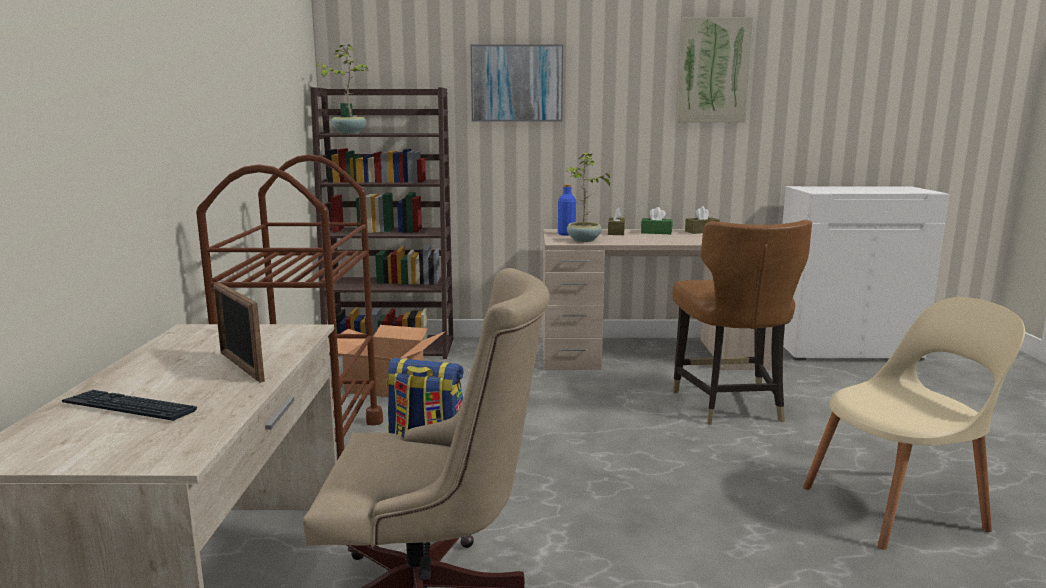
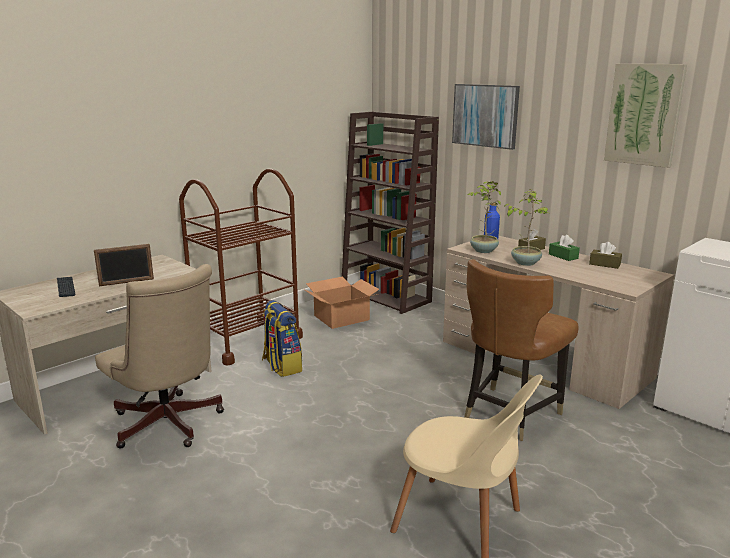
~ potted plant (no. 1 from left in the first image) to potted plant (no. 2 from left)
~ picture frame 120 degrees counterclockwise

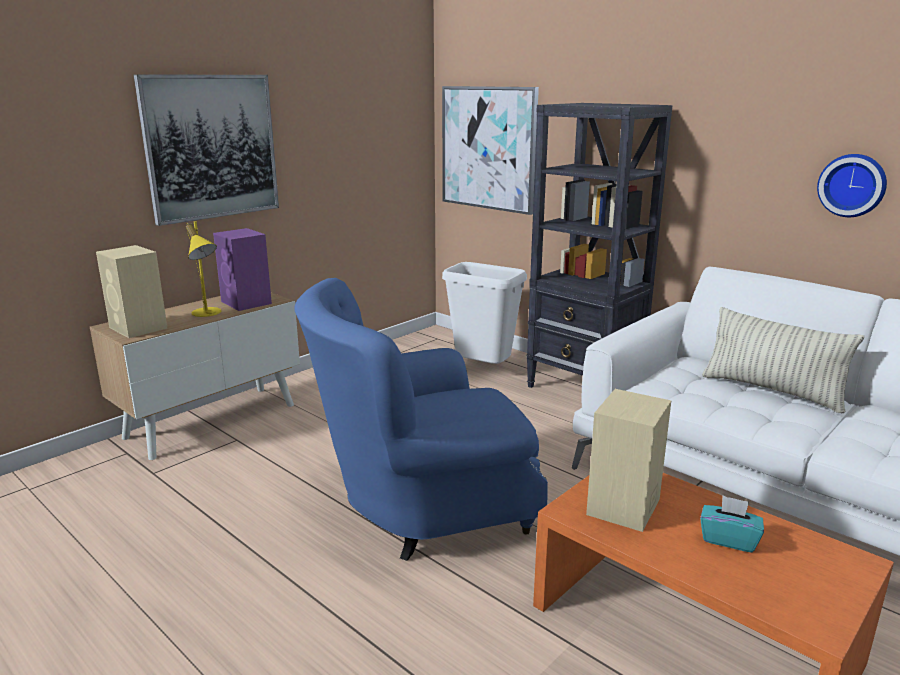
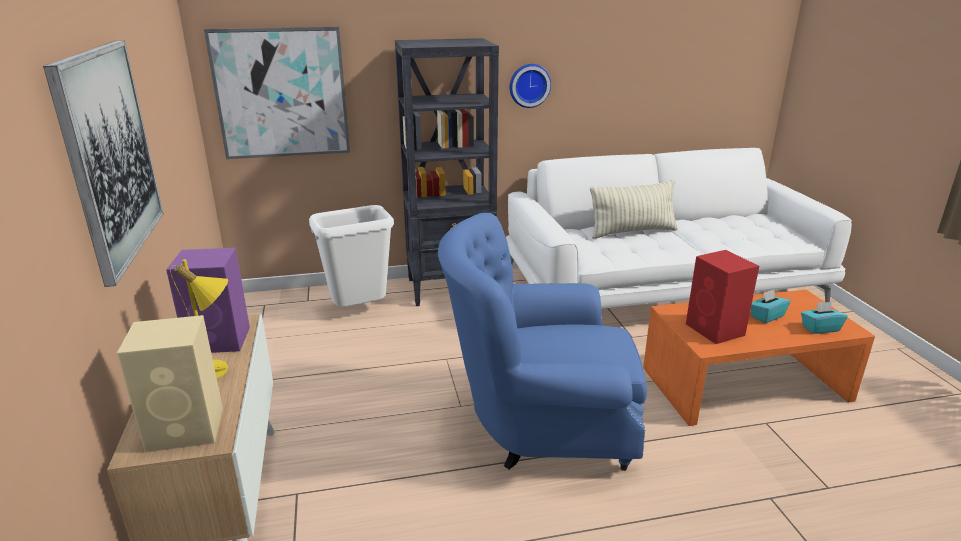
+ blue-green tissue box (no. 2 from left)
~ clock on the wall
~ sand-coloured audio speaker (no. 2 from left) to red audio speaker
~ blue-coloured lounge chair 75 degrees clockwise

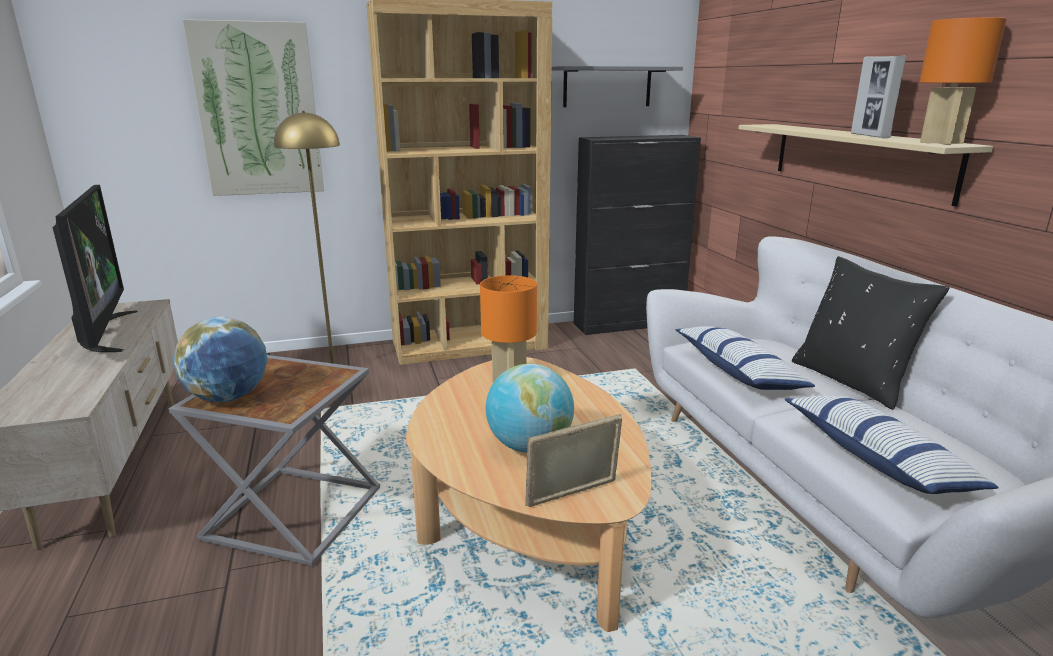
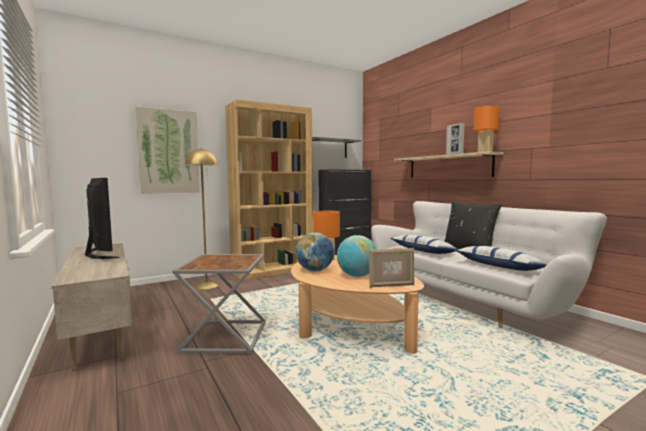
~ world globe (no. 1 from left)
~ picture frame (no. 1 from left) 150 degrees counterclockwise

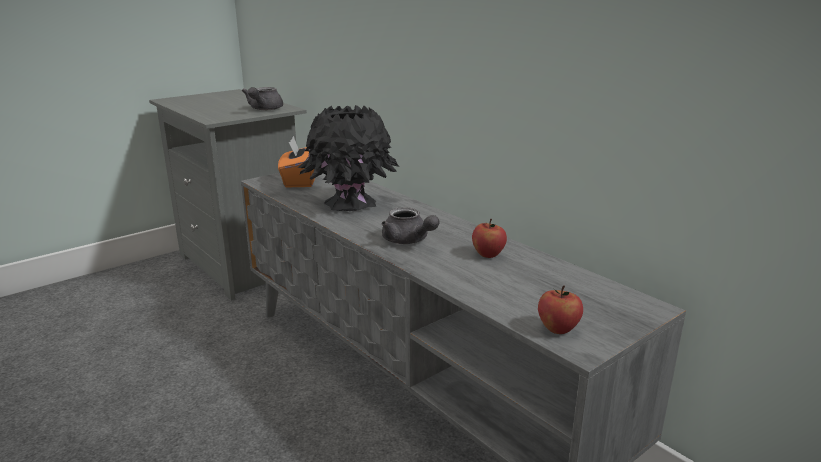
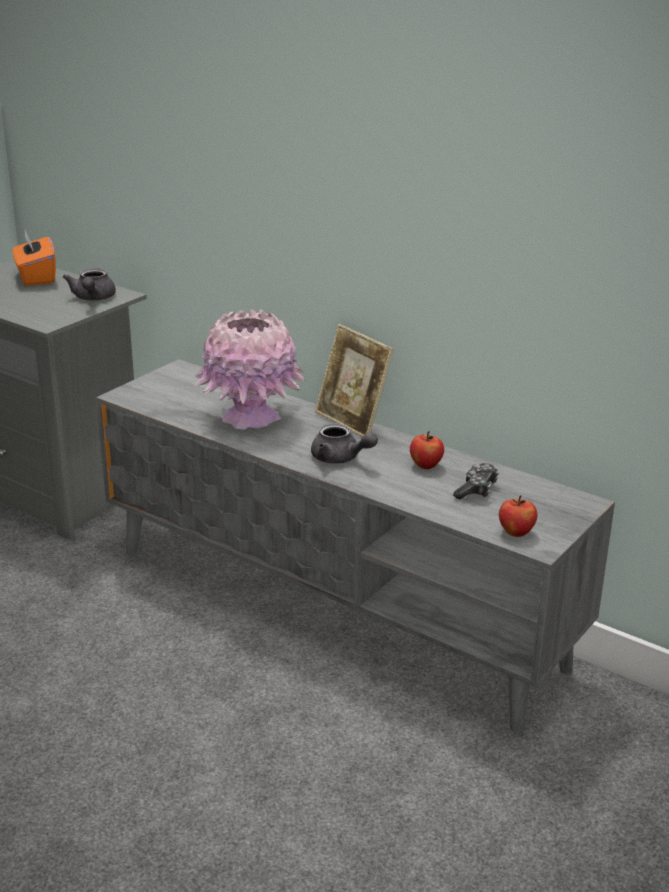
+ picture frame
+ game controller
~ orange-coloured tissue box
~ blackish decorative vase to pinkish decorative vase

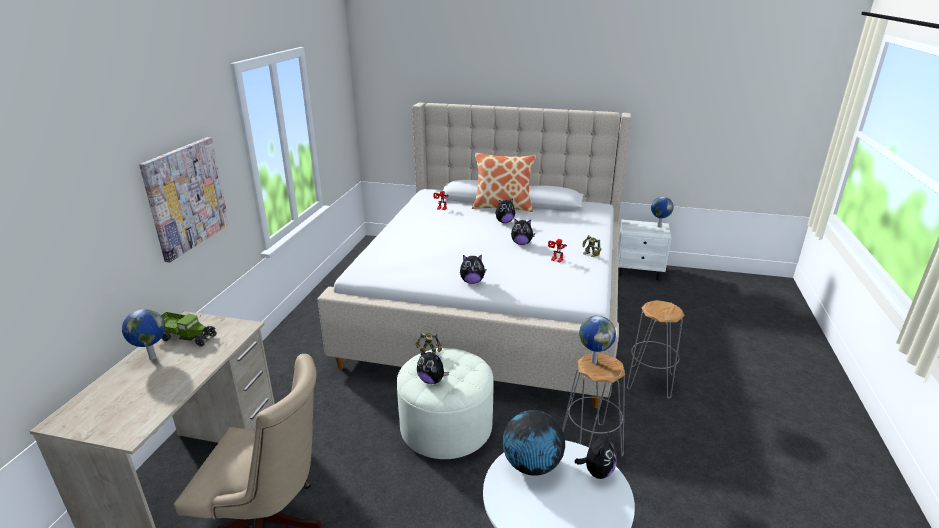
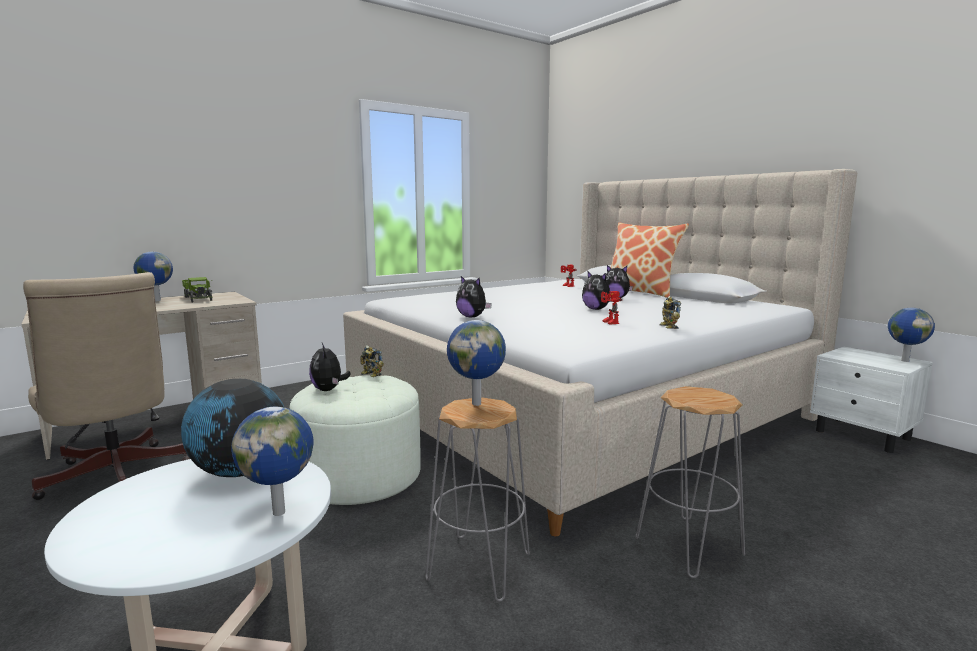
- wall picture
~ cuddly toy (no. 5 from left) to world globe (no. 3 from left)

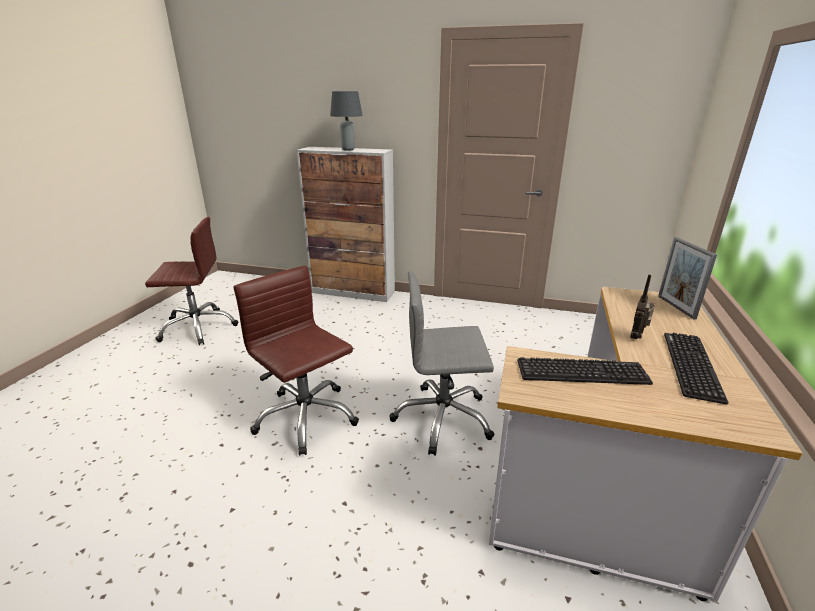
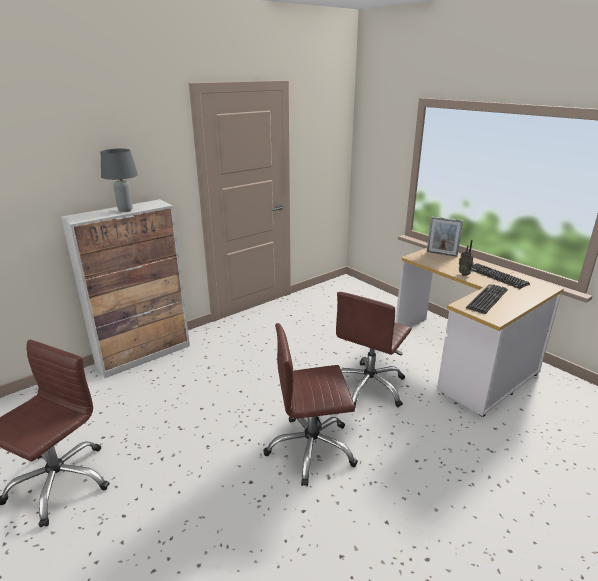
~ gray office chair to brown office chair (no. 3 from left)

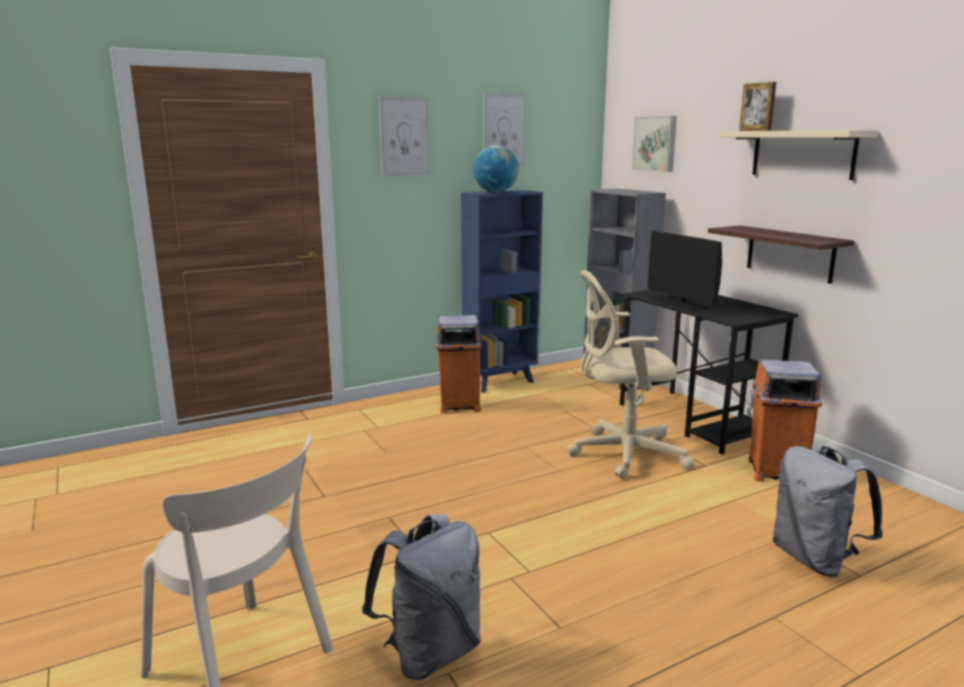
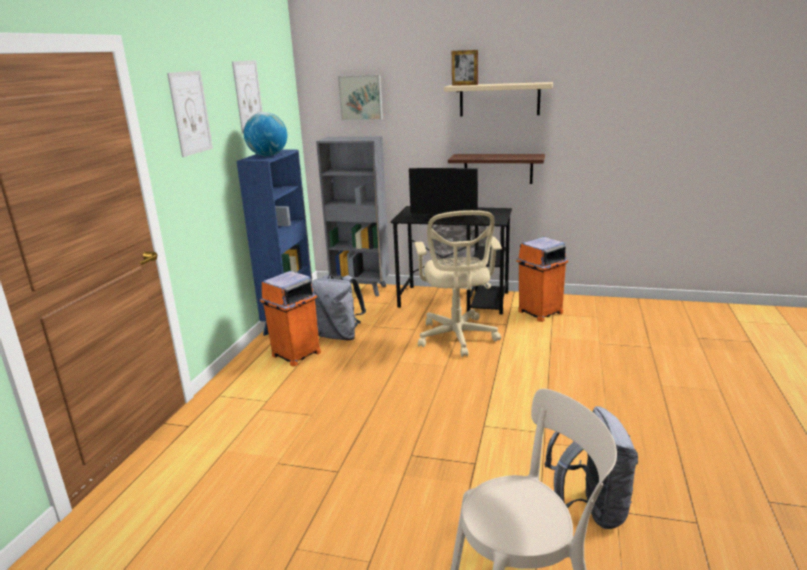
~ gray backpack (no. 2 from left in the first image) to gray backpack (no. 1 from left)
~ sand-coloured office chair 45 degrees counterclockwise

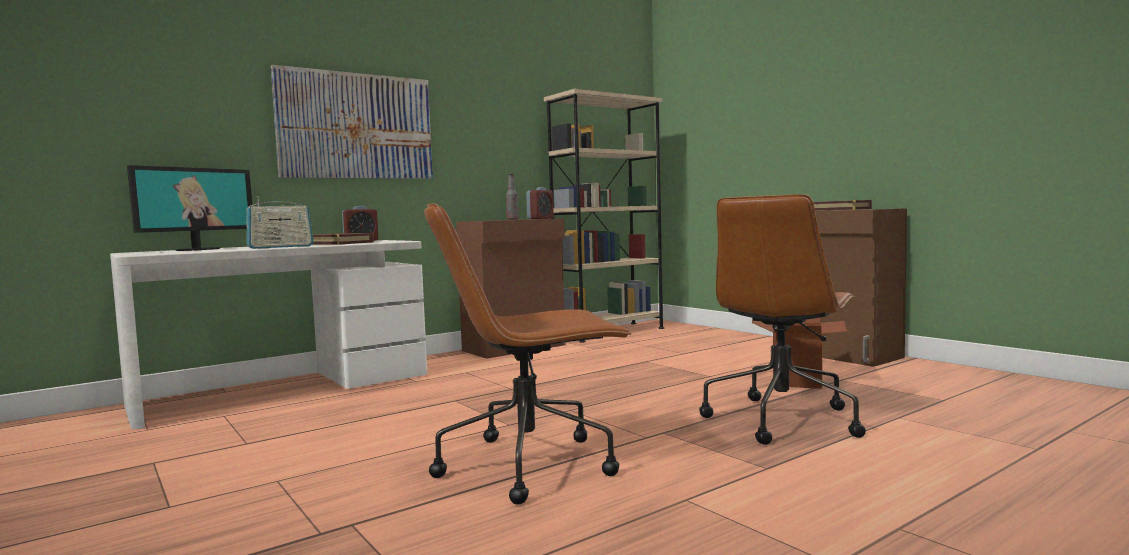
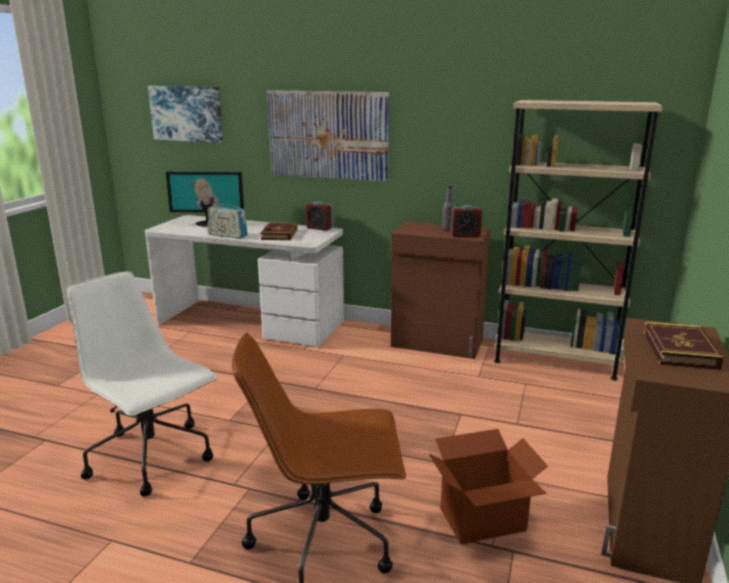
+ wall picture (no. 1 from left)
~ brown office chair (no. 1 from left) to white office chair

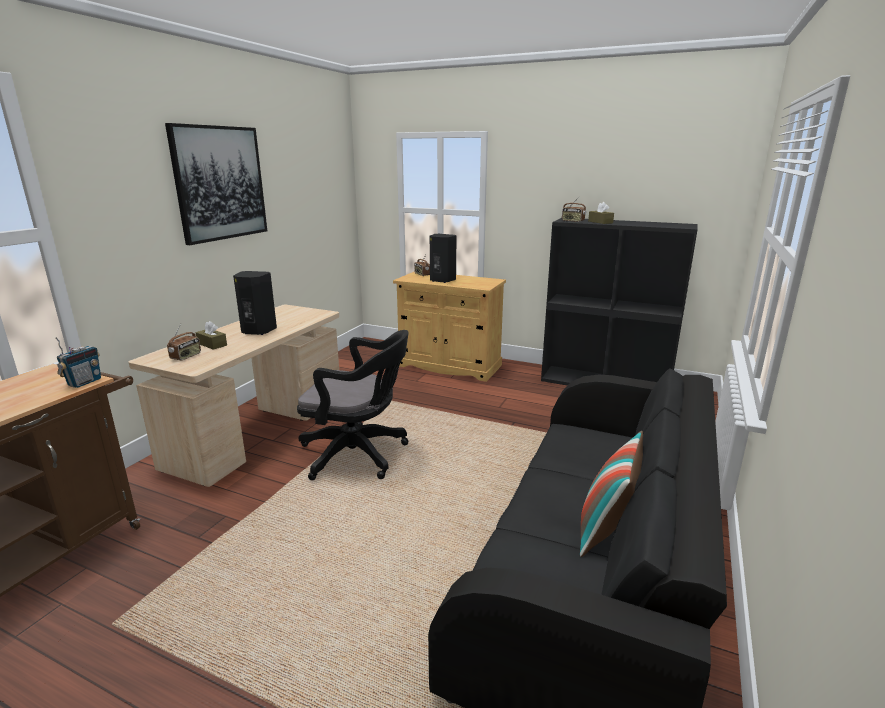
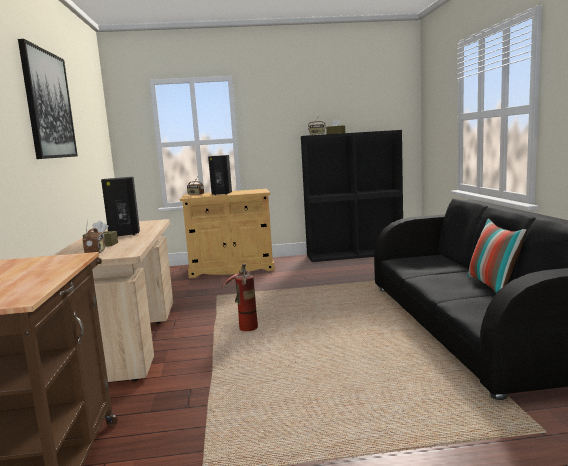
- radio receiver (no. 1 from left)
~ blackish office chair to fire extinguisher

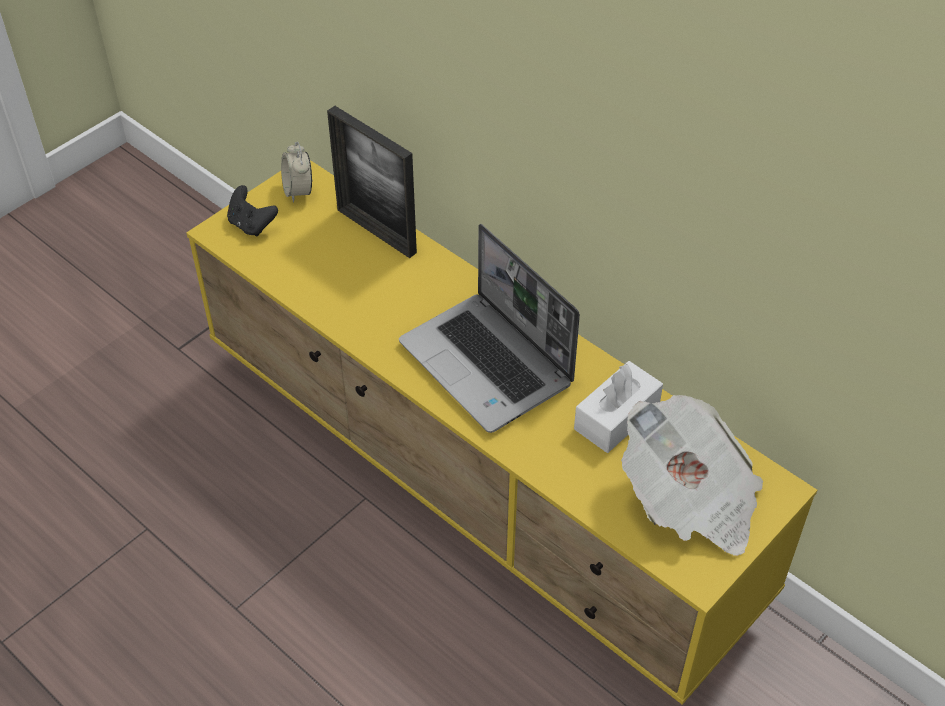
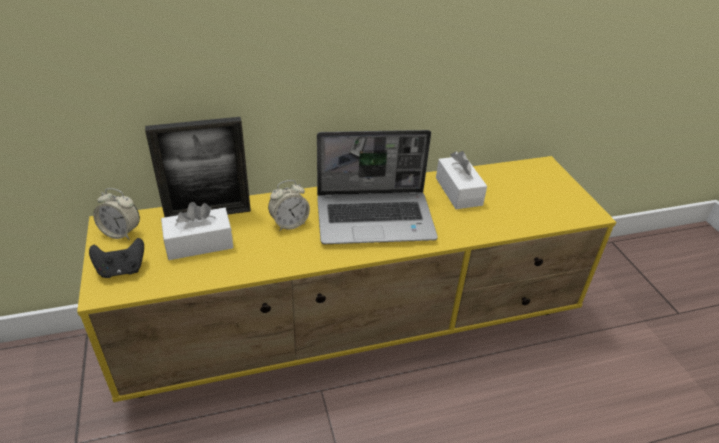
- printed paper
+ white tissue box (no. 1 from left)
+ table clock (no. 2 from left)

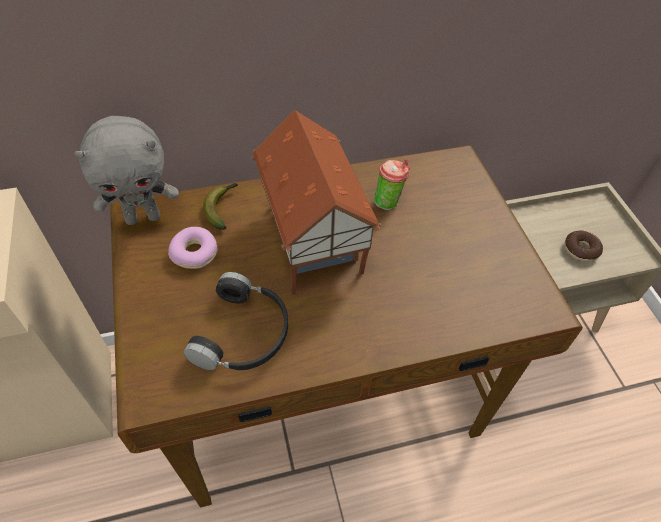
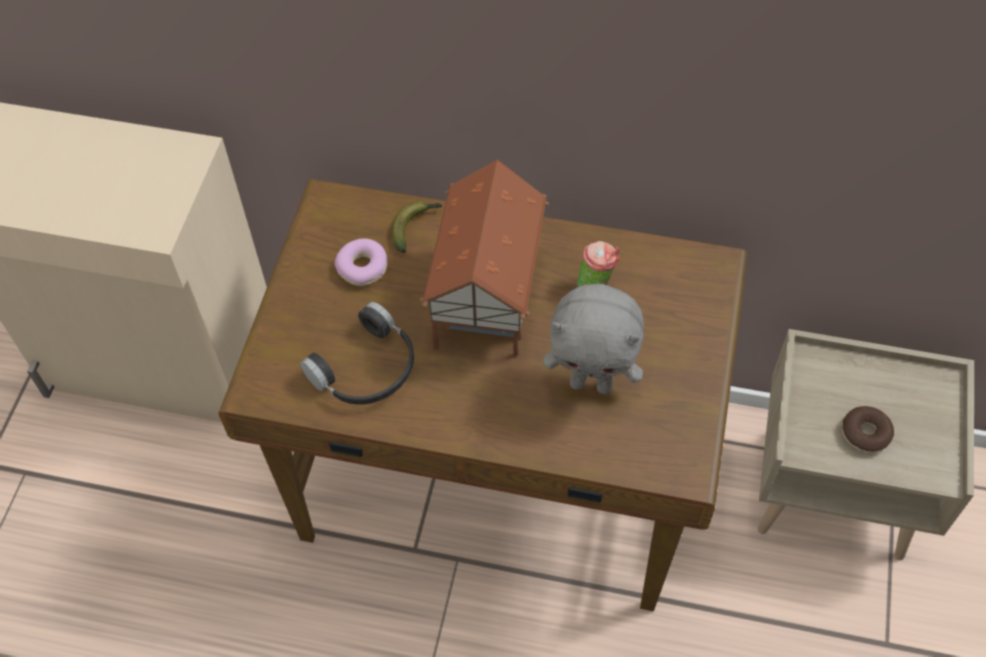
~ gray cuddly toy

